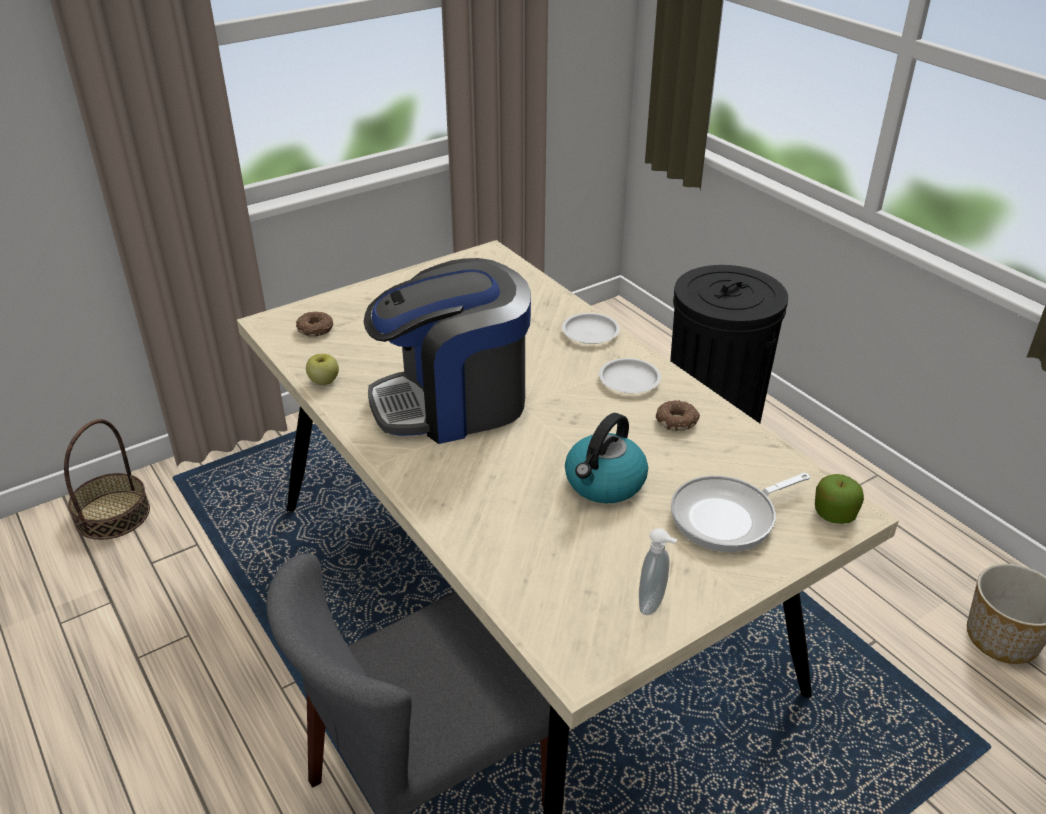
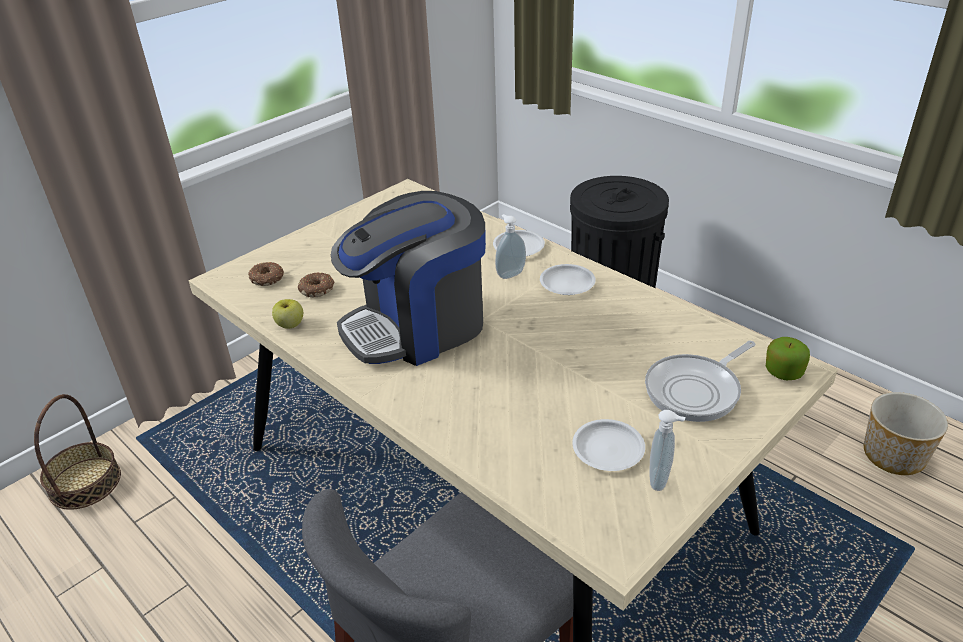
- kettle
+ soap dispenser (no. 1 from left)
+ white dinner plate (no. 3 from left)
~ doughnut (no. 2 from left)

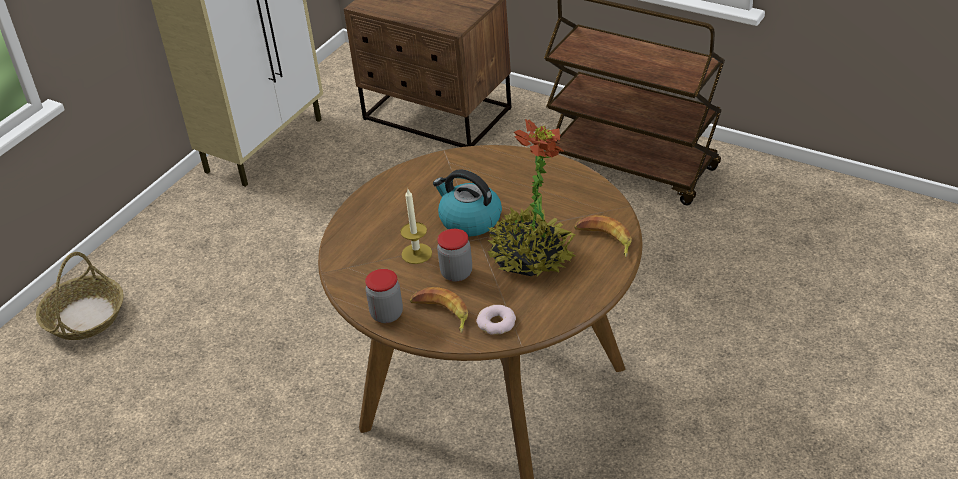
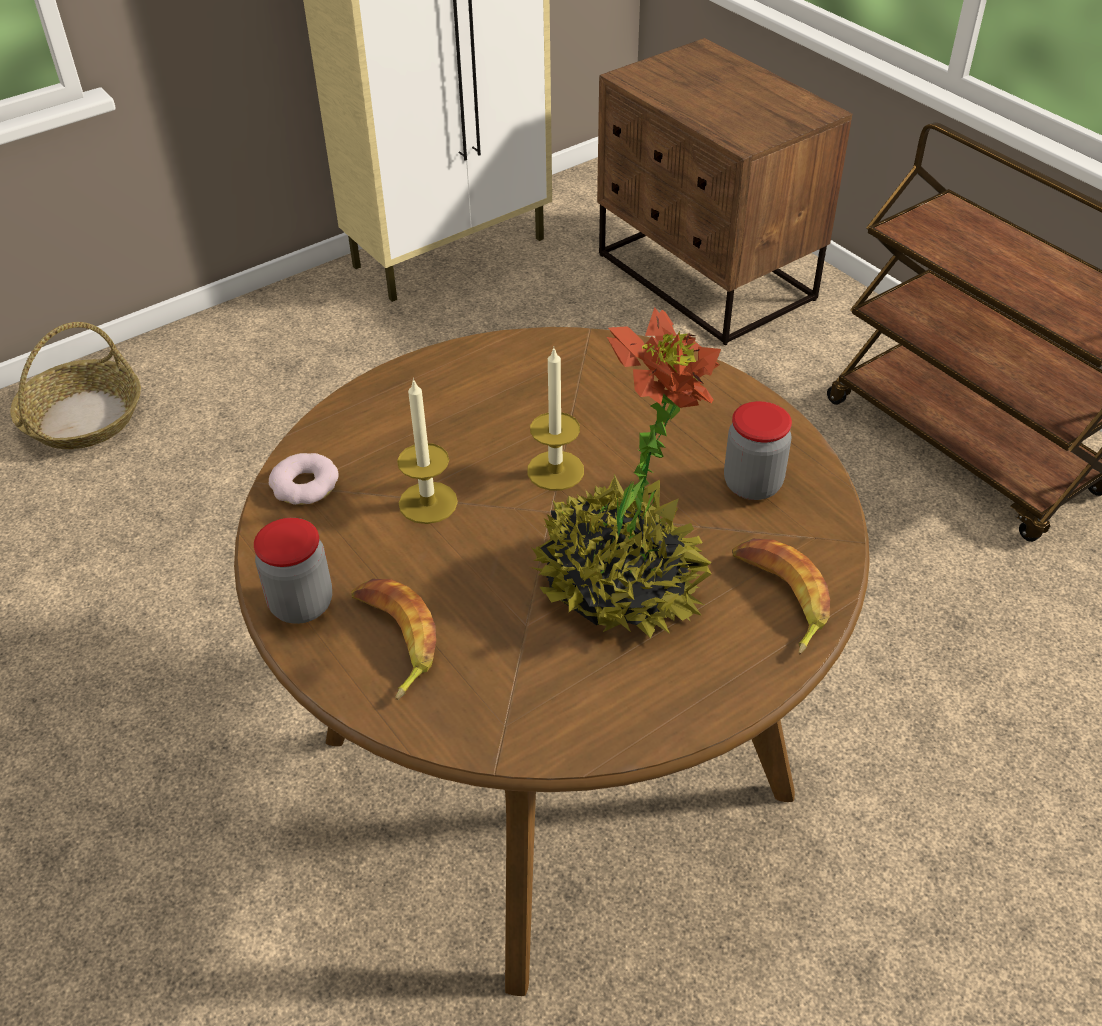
~ preserve jar (no. 2 from left)
~ doughnut
~ kettle to wax candle (no. 2 from left)

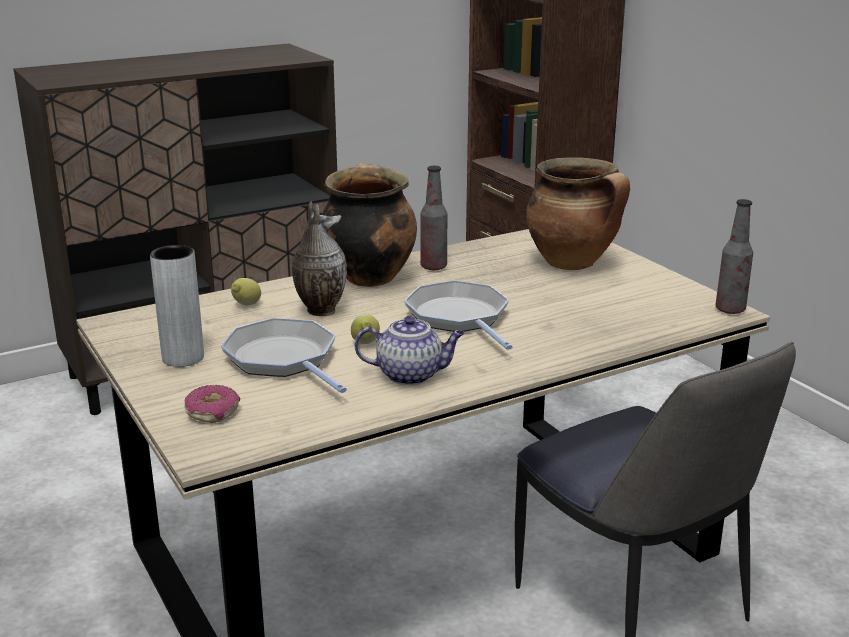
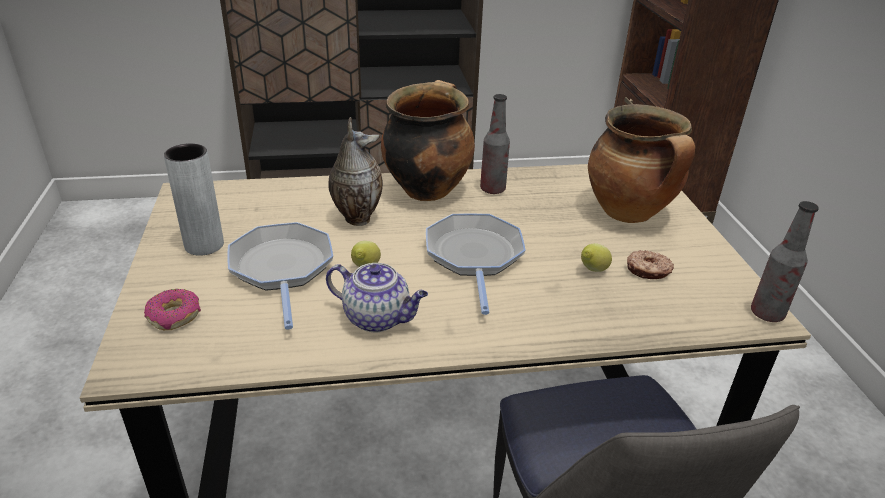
+ doughnut (no. 2 from left)
~ whole lemon (no. 1 from left in the first image) to whole lemon (no. 2 from left)

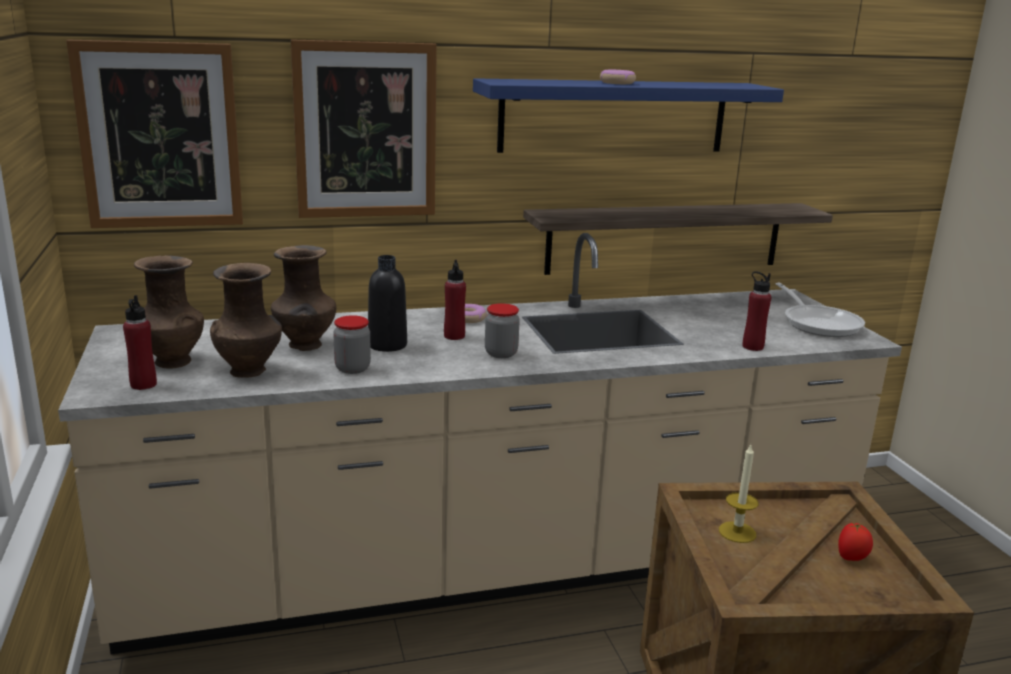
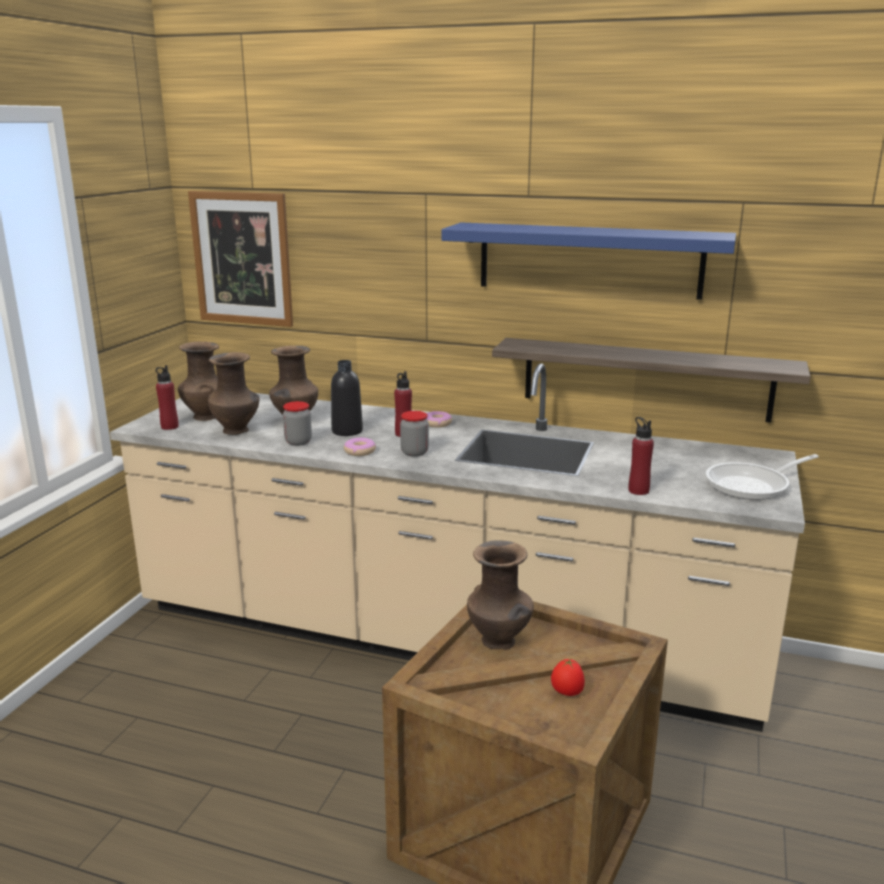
- wall picture (no. 2 from left)
~ doughnut (no. 2 from left in the first image) to doughnut (no. 1 from left)
~ wax candle to brown decorative vase (no. 4 from left)
~ frying pan 45 degrees clockwise

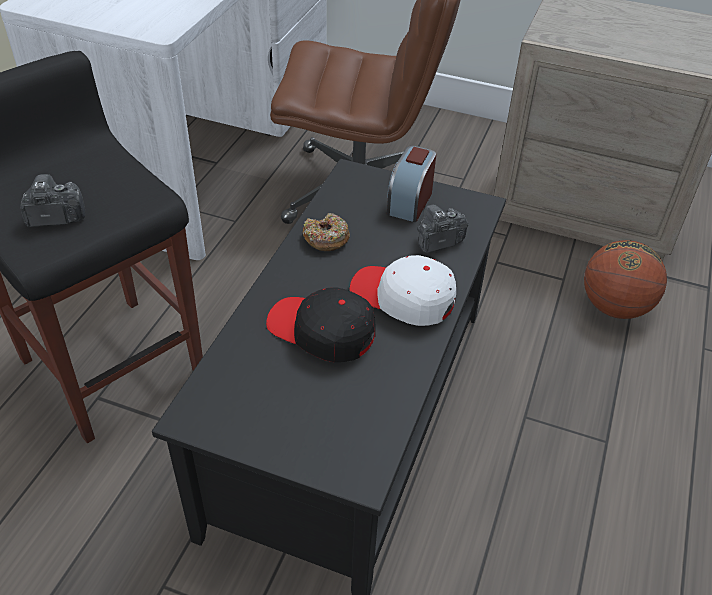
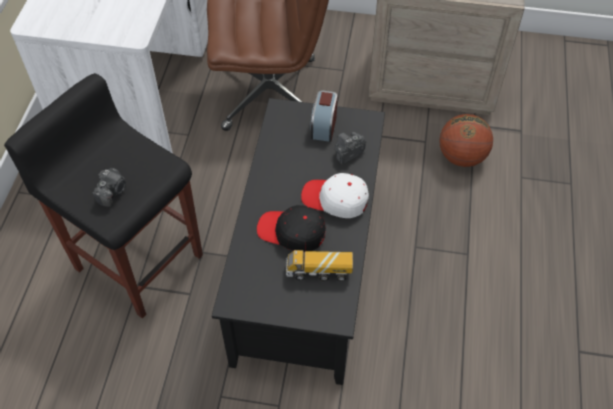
- doughnut
+ toy lorry
~ still camera (no. 1 from left) 135 degrees clockwise

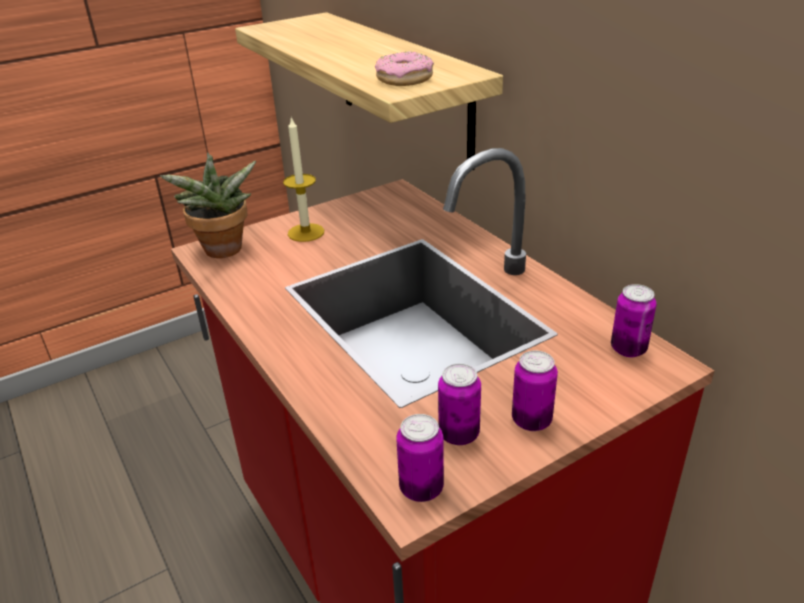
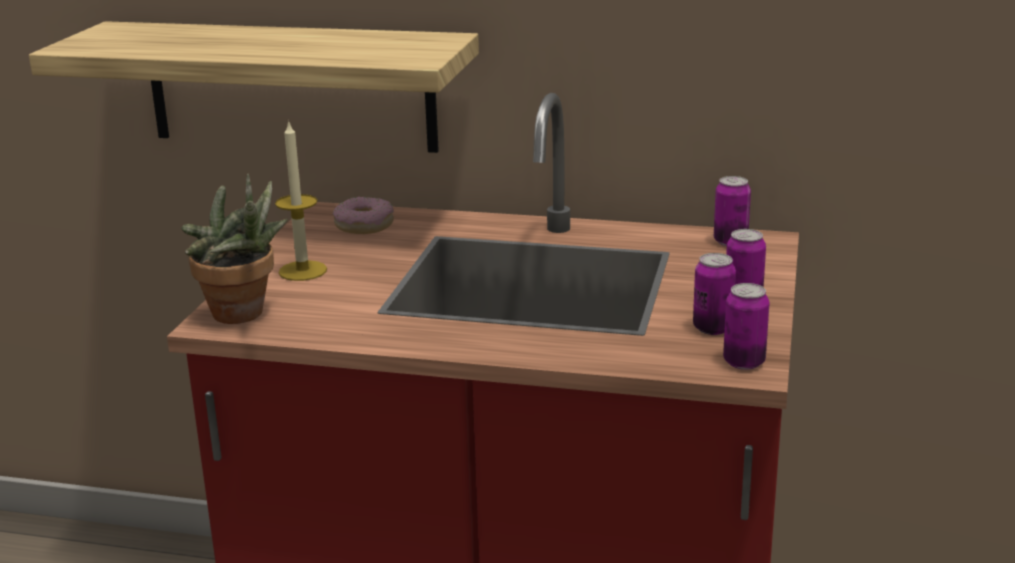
~ doughnut

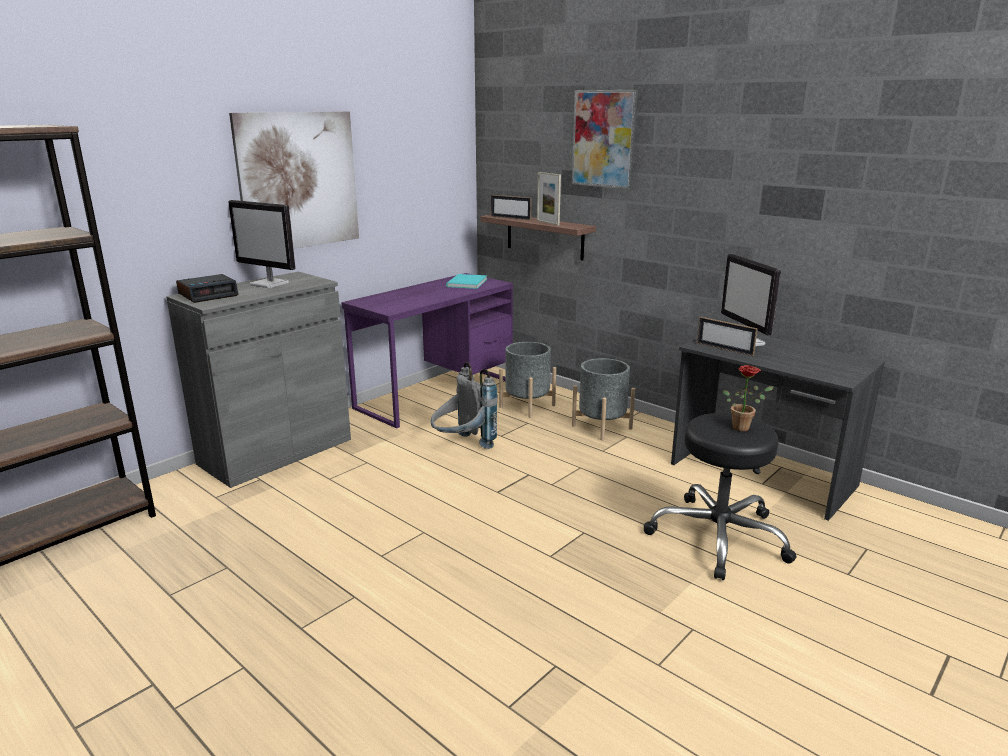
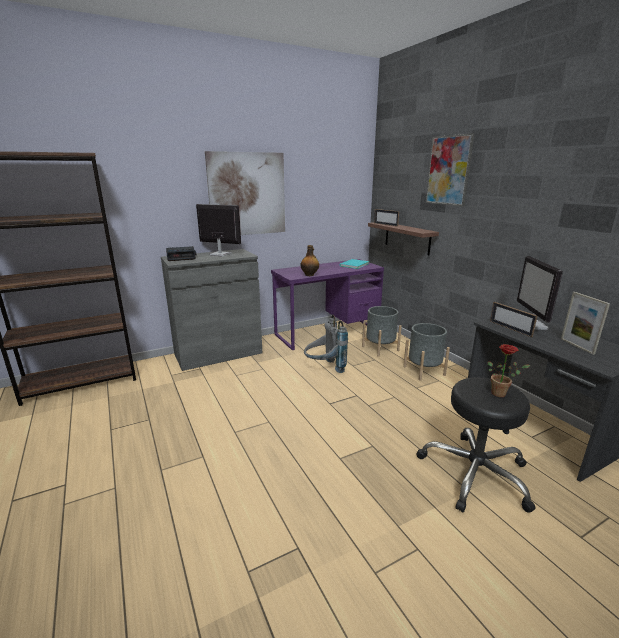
+ beverage bottle
~ picture frame (no. 2 from left in the first image) to picture frame (no. 3 from left)
~ computer display (no. 1 from left) 150 degrees clockwise

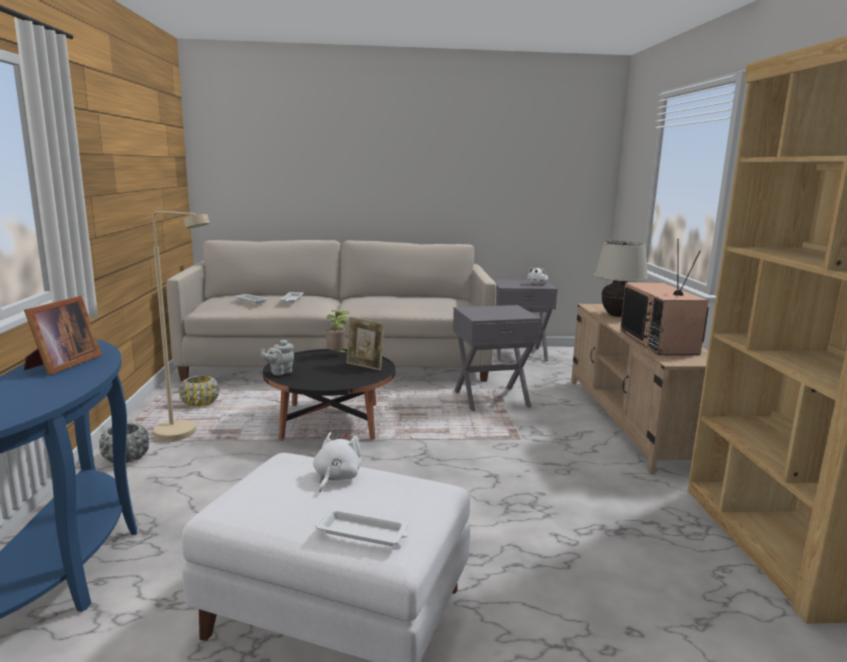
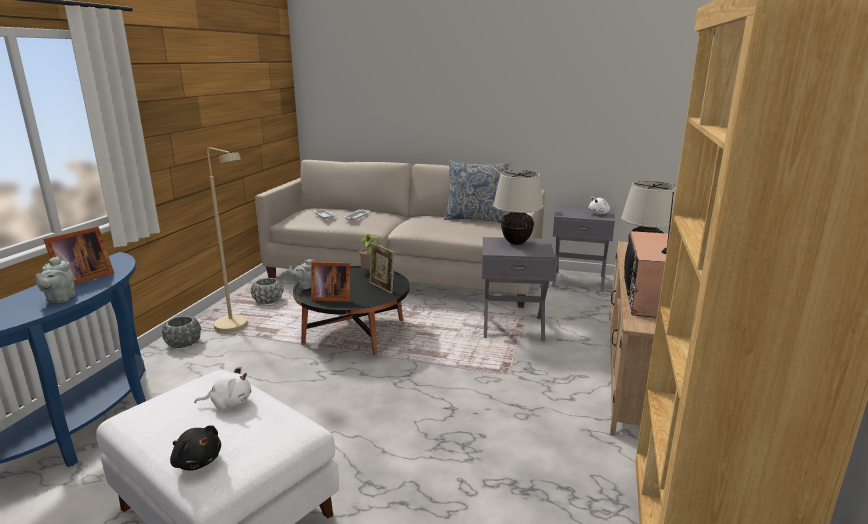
+ gray tea pot (no. 1 from left)
+ picture frame (no. 2 from left)
+ pillow
+ sand-coloured lamp for a table (no. 1 from left)
~ white tray (no. 3 from left) to blackish cuddly toy
~ yellow flower pot to gray flower pot (no. 2 from left)
~ white cuddly toy (no. 1 from left) 45 degrees clockwise

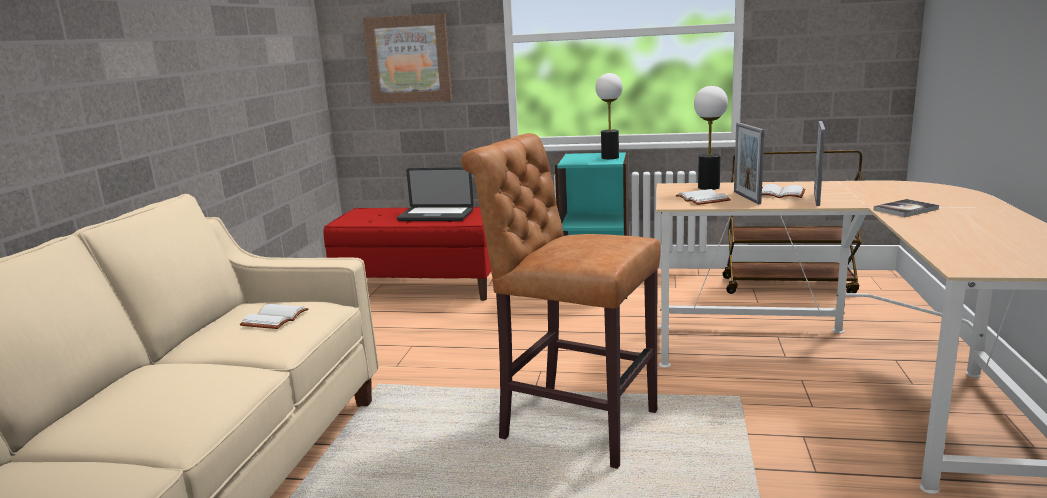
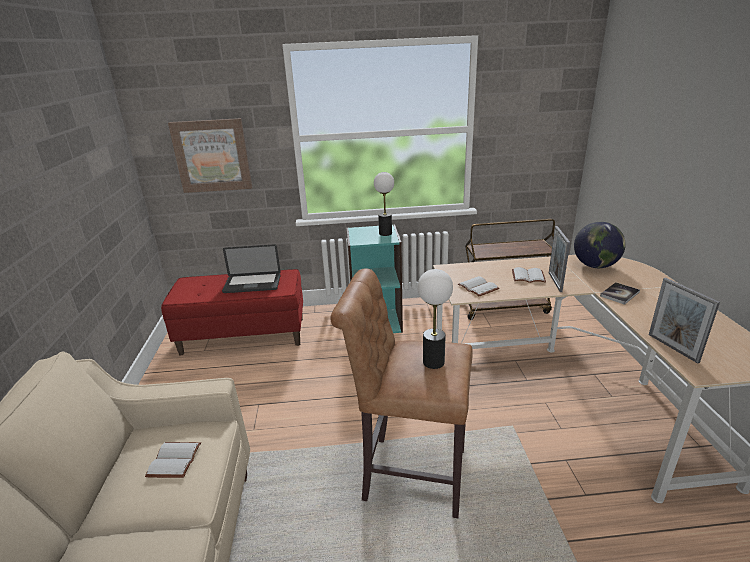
+ world globe
~ lamp for a table (no. 2 from left)
~ picture frame (no. 1 from left in the first image) to picture frame (no. 2 from left)

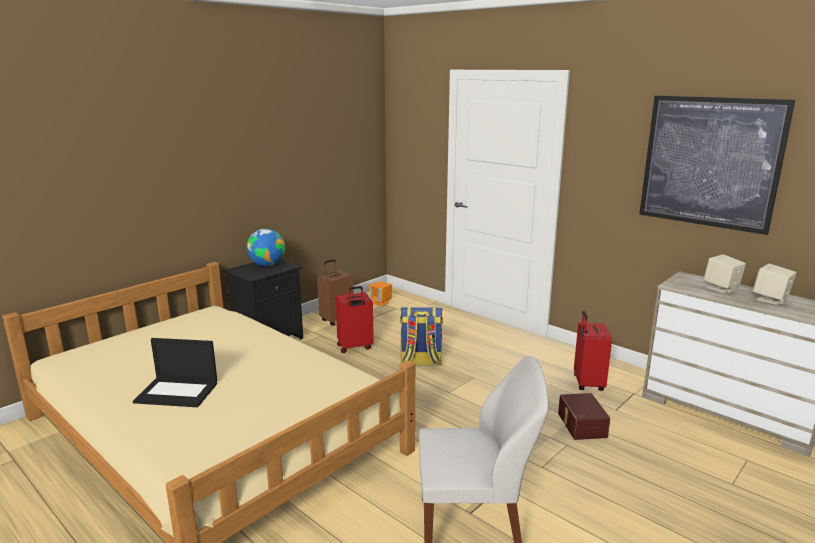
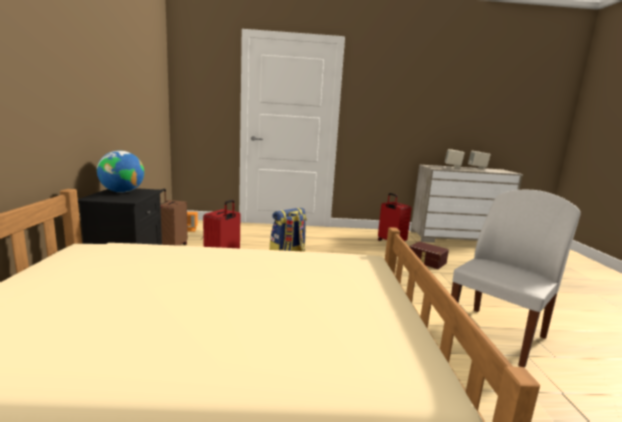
- portable computer
- wall picture

